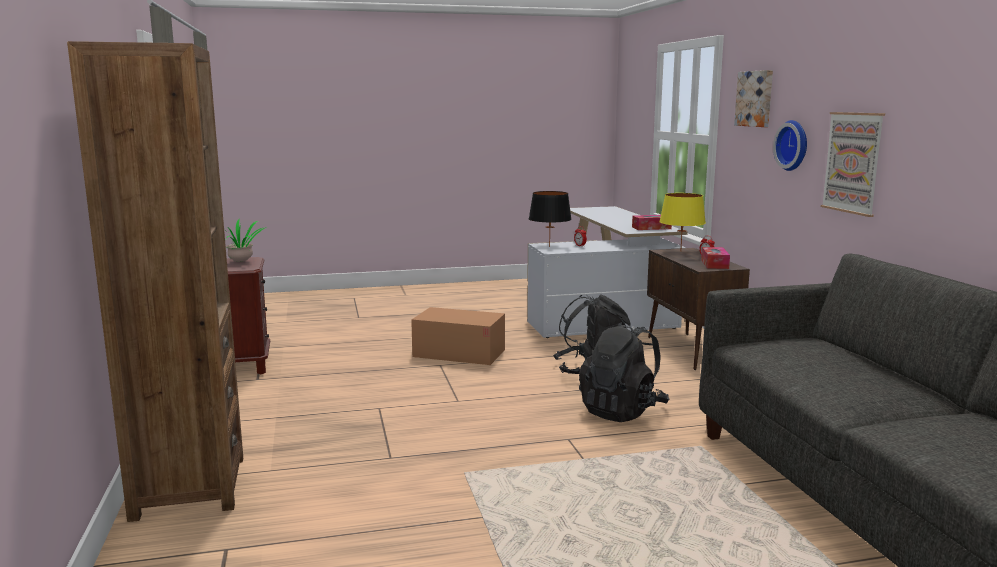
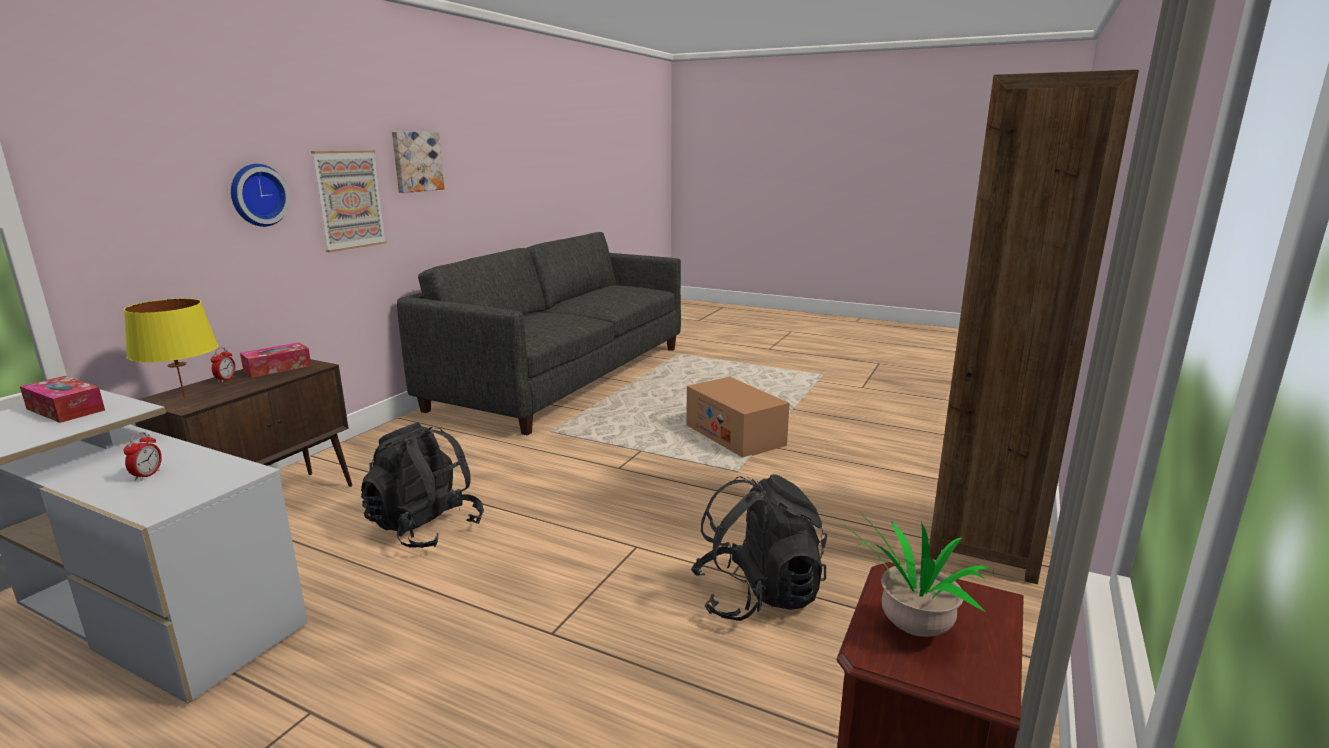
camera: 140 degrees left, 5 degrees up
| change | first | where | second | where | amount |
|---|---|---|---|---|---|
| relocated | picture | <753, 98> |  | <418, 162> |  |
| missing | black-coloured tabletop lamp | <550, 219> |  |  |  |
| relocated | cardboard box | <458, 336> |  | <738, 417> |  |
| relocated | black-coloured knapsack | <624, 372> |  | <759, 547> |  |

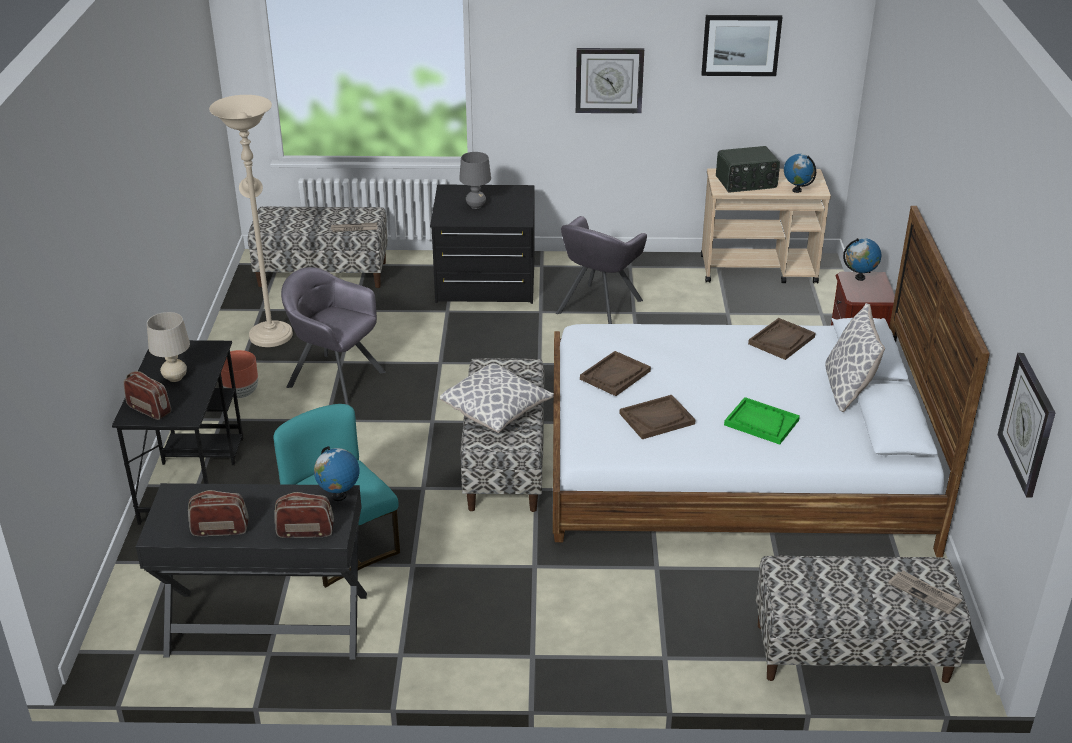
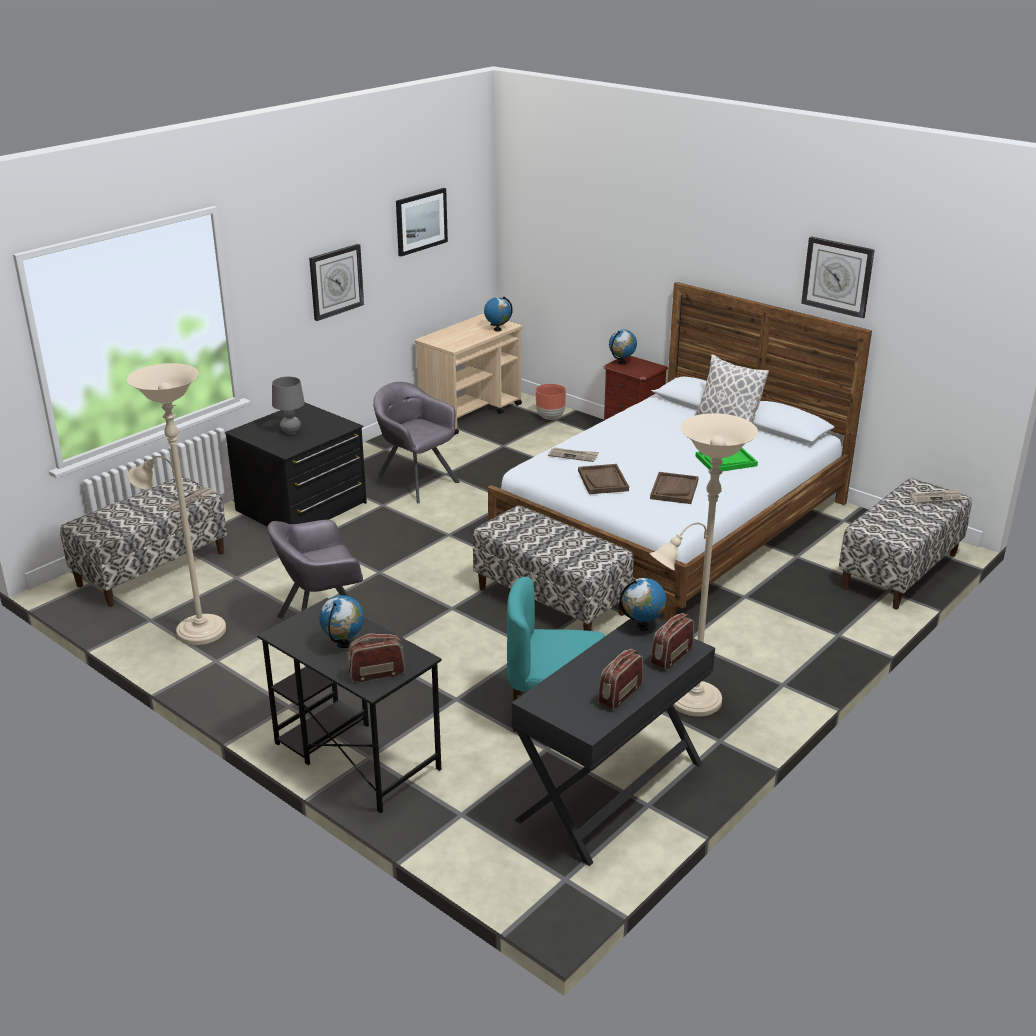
camera: 50 degrees left, 5 degrees down
| change | first | where | second | where | amount |
|---|---|---|---|---|---|
| missing | radio receiver | <748, 169> |  |  |  |
| spun | grey lounge chair | <601, 270> |  | <416, 442> | 150 degrees clockwise |
| exchanged | sand-coloured tabletop lamp | <168, 347> | globe | <341, 621> |  |
| missing | brown tray | <782, 339> |  |  |  |
| relocated | brown plant pot | <239, 374> |  | <551, 402> |  |
| relocated | wall clock | <1026, 425> |  | <838, 277> |  |
| missing | throw pillow | <497, 398> |  |  |  |
| appeared |  |  | sand-coloured standard lamp | <704, 565> |  |
| appeared |  |  | printed paper | <573, 454> |  |

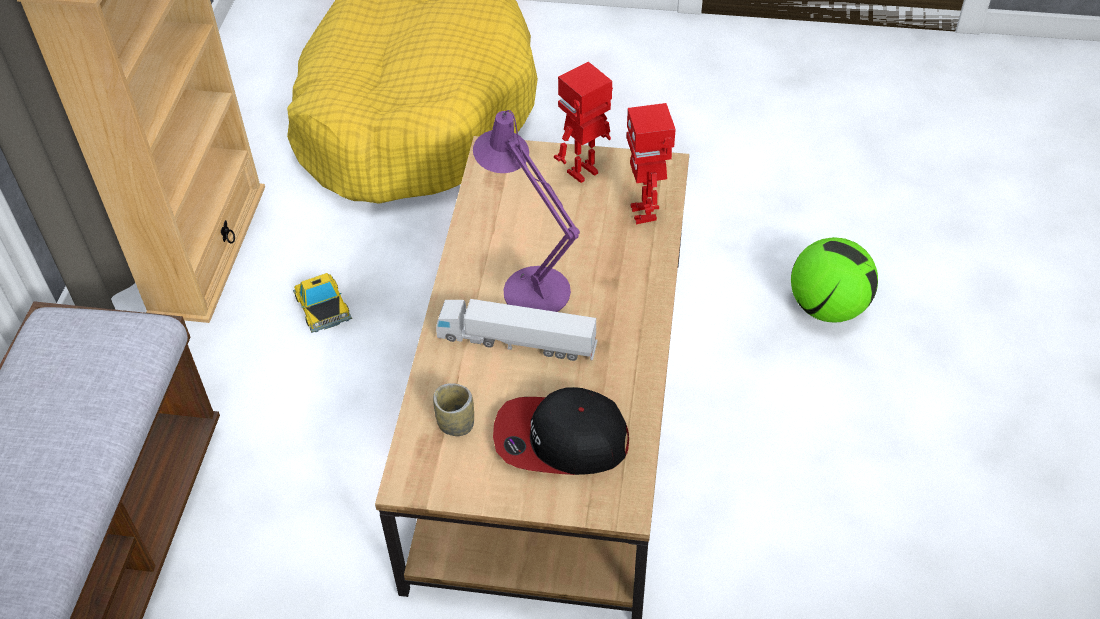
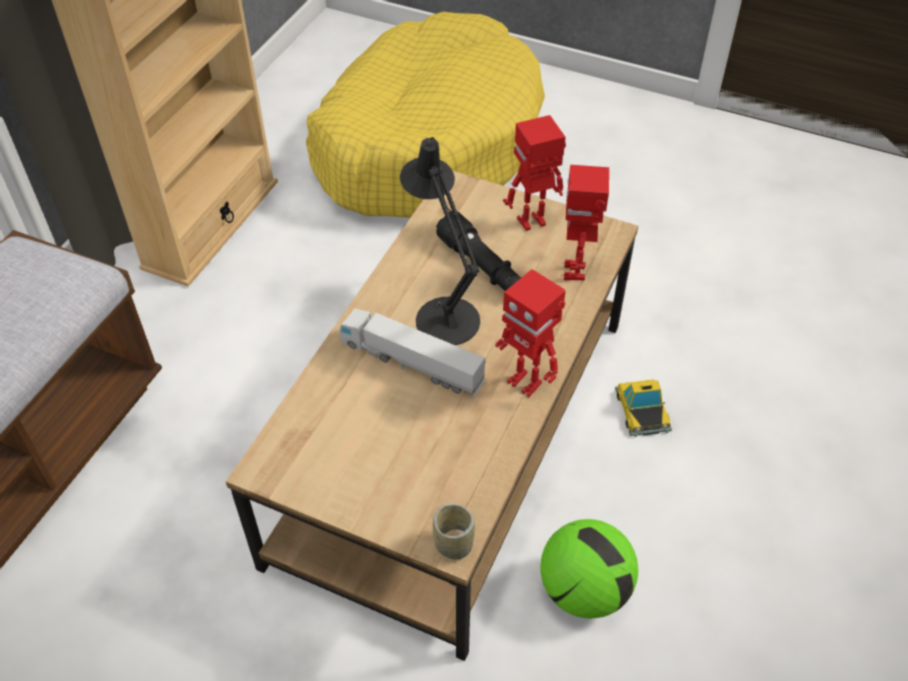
camera: 15 degrees right, 0 degrees up
| change | first | where | second | where | amount |
|---|---|---|---|---|---|
| colour | purple tabletop lamp | <526, 211> | black-coloured tabletop lamp | <440, 241> |  |
| relocated | football | <834, 279> |  | <589, 569> |  |
| relocated | model car | <322, 303> |  | <643, 408> |  |
| relocated | drinking cup | <453, 409> |  | <454, 531> |  |
| missing | peaked cap | <561, 431> |  |  |  |
| appeared |  |  | black-coloured hand torch | <478, 251> |  |
| appeared |  |  | model robot | <530, 333> |  |

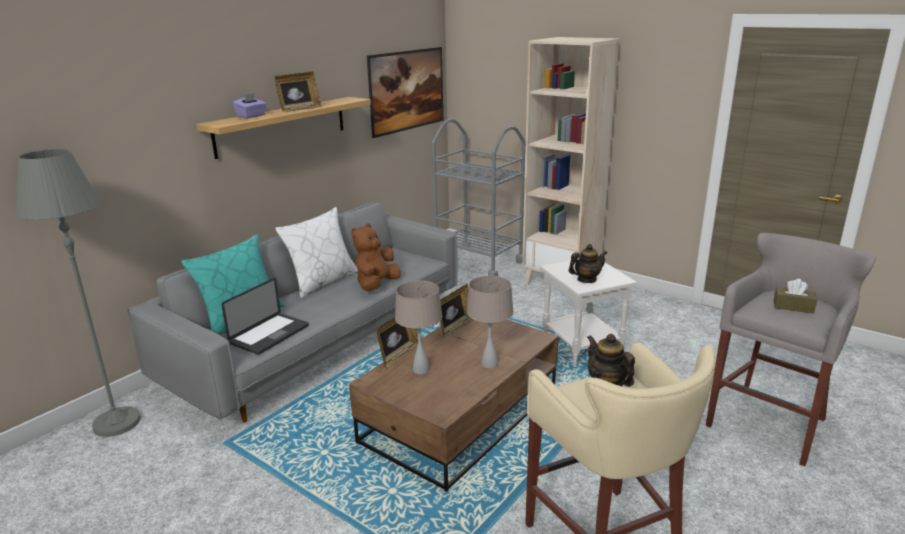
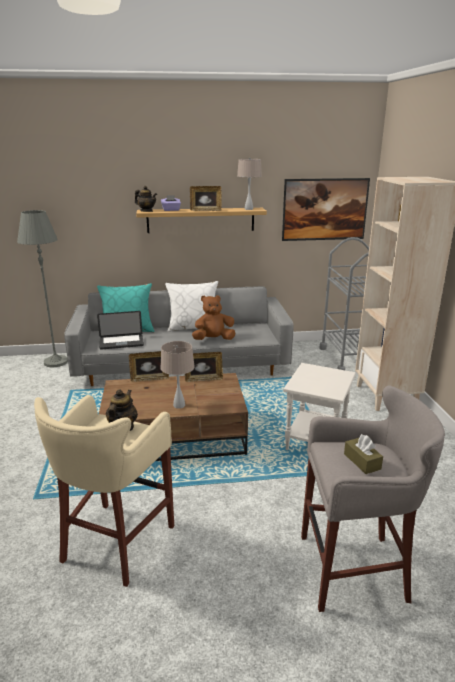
camera: 45 degrees right, 0 degrees up
| change | first | where | second | where | amount |
|---|---|---|---|---|---|
| relocated | pot for tea | <587, 263> |  | <146, 199> |  |
| relocated | sand-coloured tabletop lamp | <418, 327> |  | <249, 184> |  |

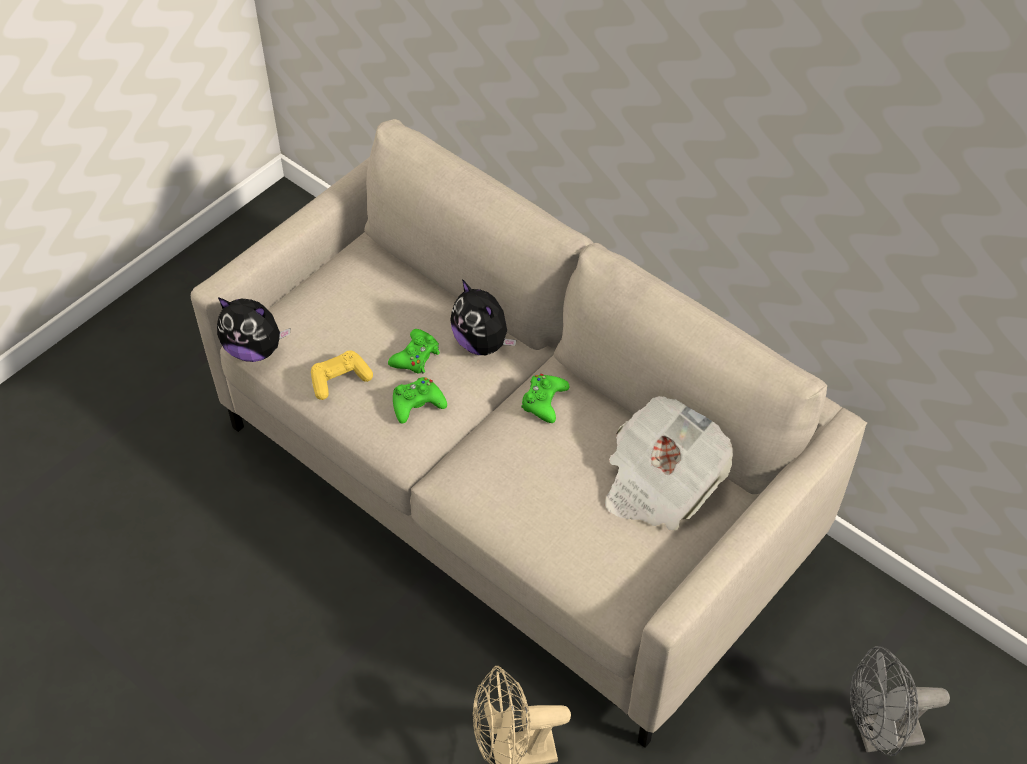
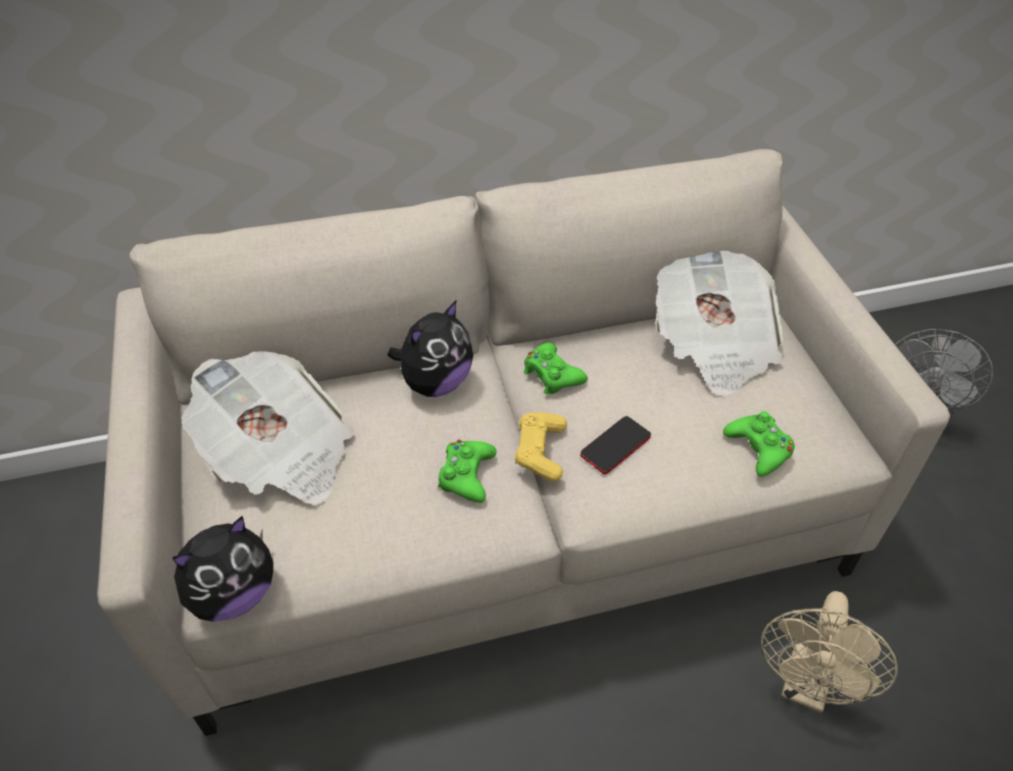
camera: 55 degrees left, 5 degrees down
| change | first | where | second | where | amount |
|---|---|---|---|---|---|
| spun | cuddly toy | <483, 317> |  | <430, 348> | 45 degrees counterclockwise |
| relocated | green-coloured gamepad | <414, 351> |  | <759, 444> |  |
| relocated | yellow-coloured gamepad | <342, 375> |  | <541, 447> |  |
| appeared |  |  | printed paper | <267, 428> |  |
| appeared |  |  | telephone | <615, 445> |  |

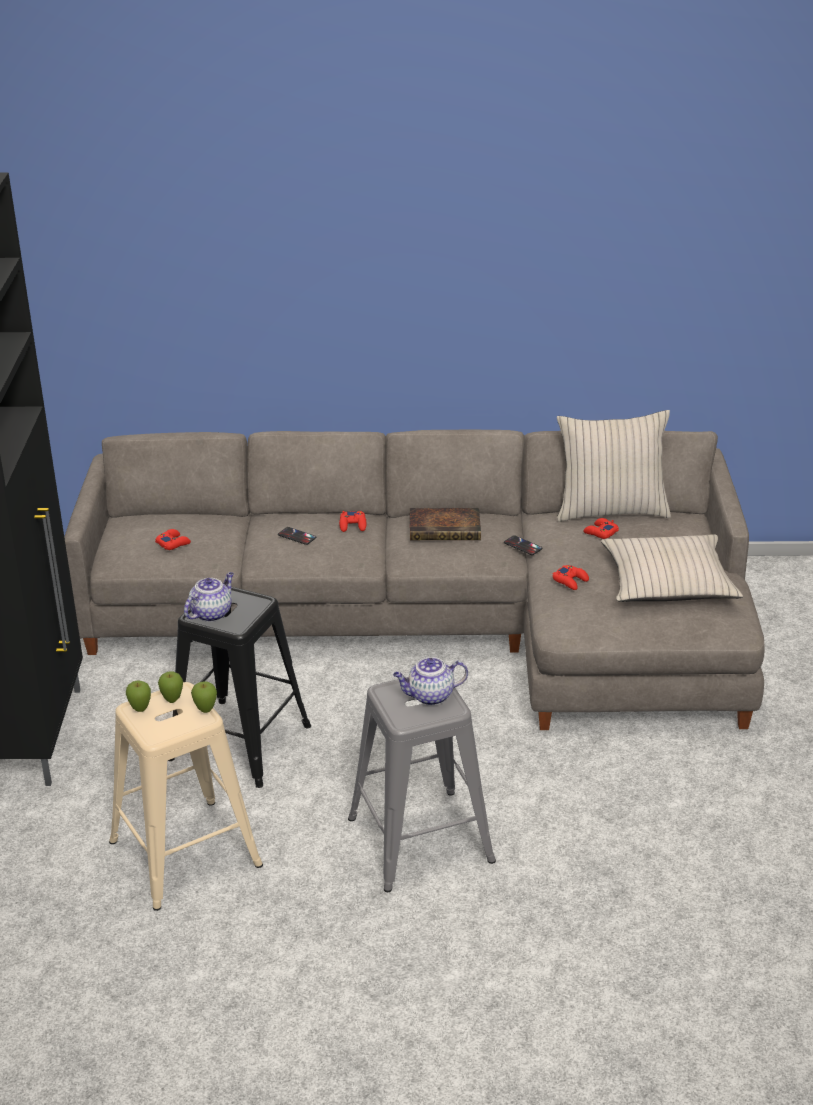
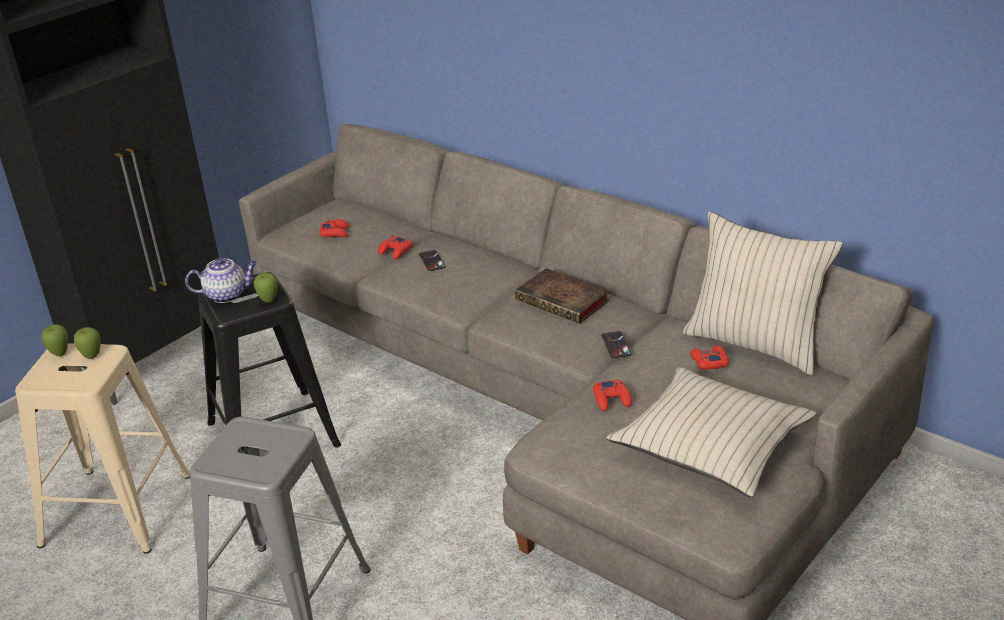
camera: 40 degrees right, 0 degrees up
| change | first | where | second | where | amount |
|---|---|---|---|---|---|
| relocated | red-coloured gamepad | <352, 521> |  | <395, 247> |  |
| missing | pot for tea | <430, 681> |  |  |  |
| relocated | whole apple | <204, 697> |  | <265, 287> |  |

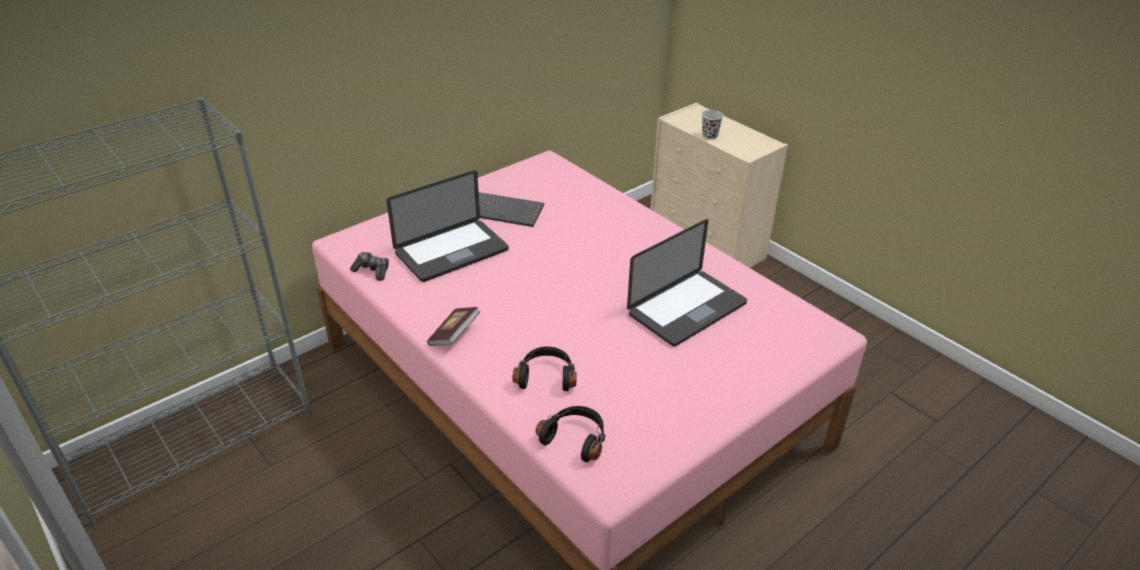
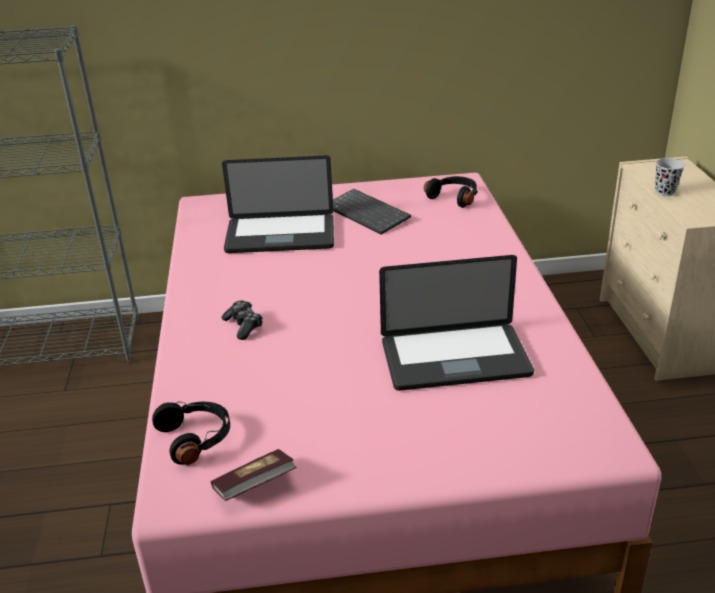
camera: 35 degrees right, 5 degrees down
| change | first | where | second | where | amount |
|---|---|---|---|---|---|
| relocated | gamepad | <369, 266> |  | <242, 320> |  |
| relocated | bound book | <453, 326> |  | <254, 475> |  |
| relocated | black-coloured headphones | <544, 368> |  | <451, 192> |  |

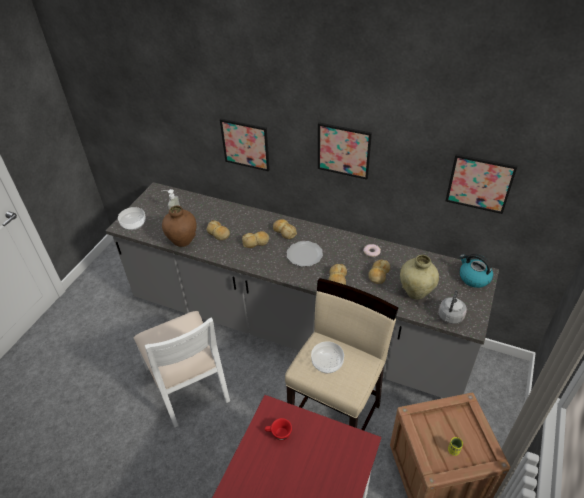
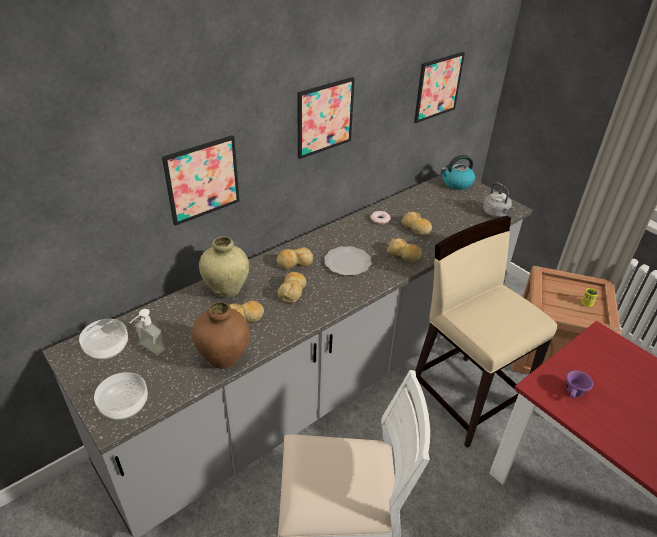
camera: 65 degrees left, 5 degrees down
| change | first | where | second | where | amount |
|---|---|---|---|---|---|
| relocated | sand-coloured decorative vase | <419, 277> |  | <224, 267> |  |
| relocated | bowl | <327, 357> |  | <103, 339> |  |
| colour | red-coloured drinking cup | <278, 429> | purple drinking cup | <579, 384> |  |

